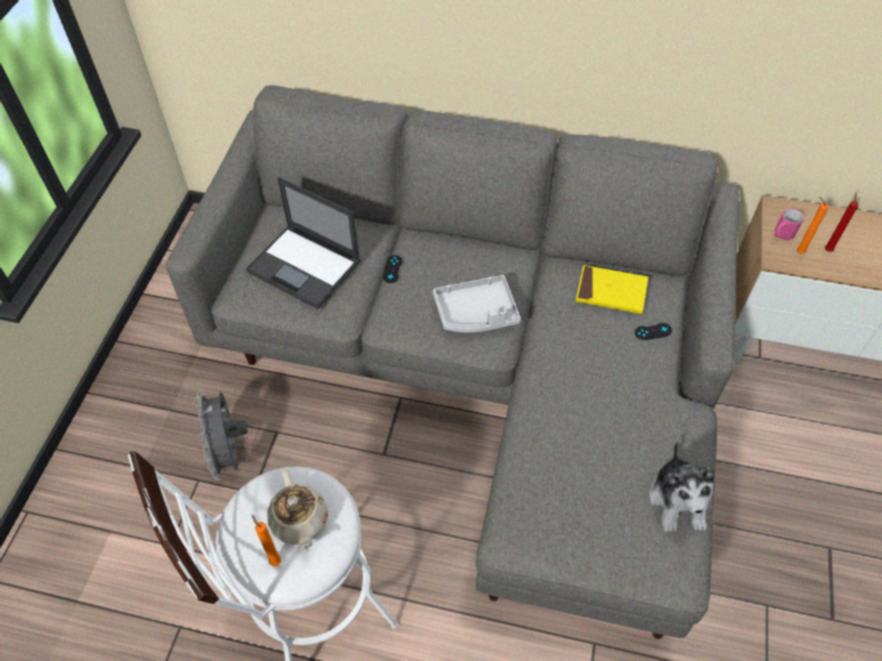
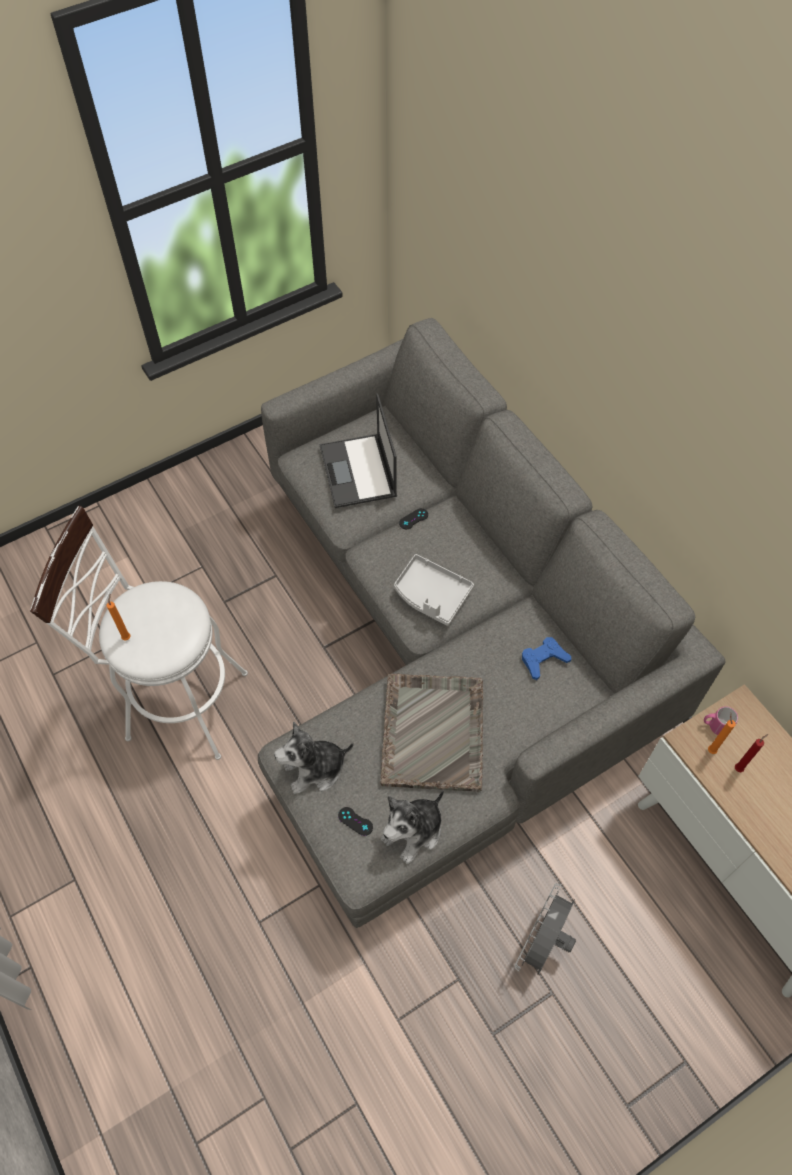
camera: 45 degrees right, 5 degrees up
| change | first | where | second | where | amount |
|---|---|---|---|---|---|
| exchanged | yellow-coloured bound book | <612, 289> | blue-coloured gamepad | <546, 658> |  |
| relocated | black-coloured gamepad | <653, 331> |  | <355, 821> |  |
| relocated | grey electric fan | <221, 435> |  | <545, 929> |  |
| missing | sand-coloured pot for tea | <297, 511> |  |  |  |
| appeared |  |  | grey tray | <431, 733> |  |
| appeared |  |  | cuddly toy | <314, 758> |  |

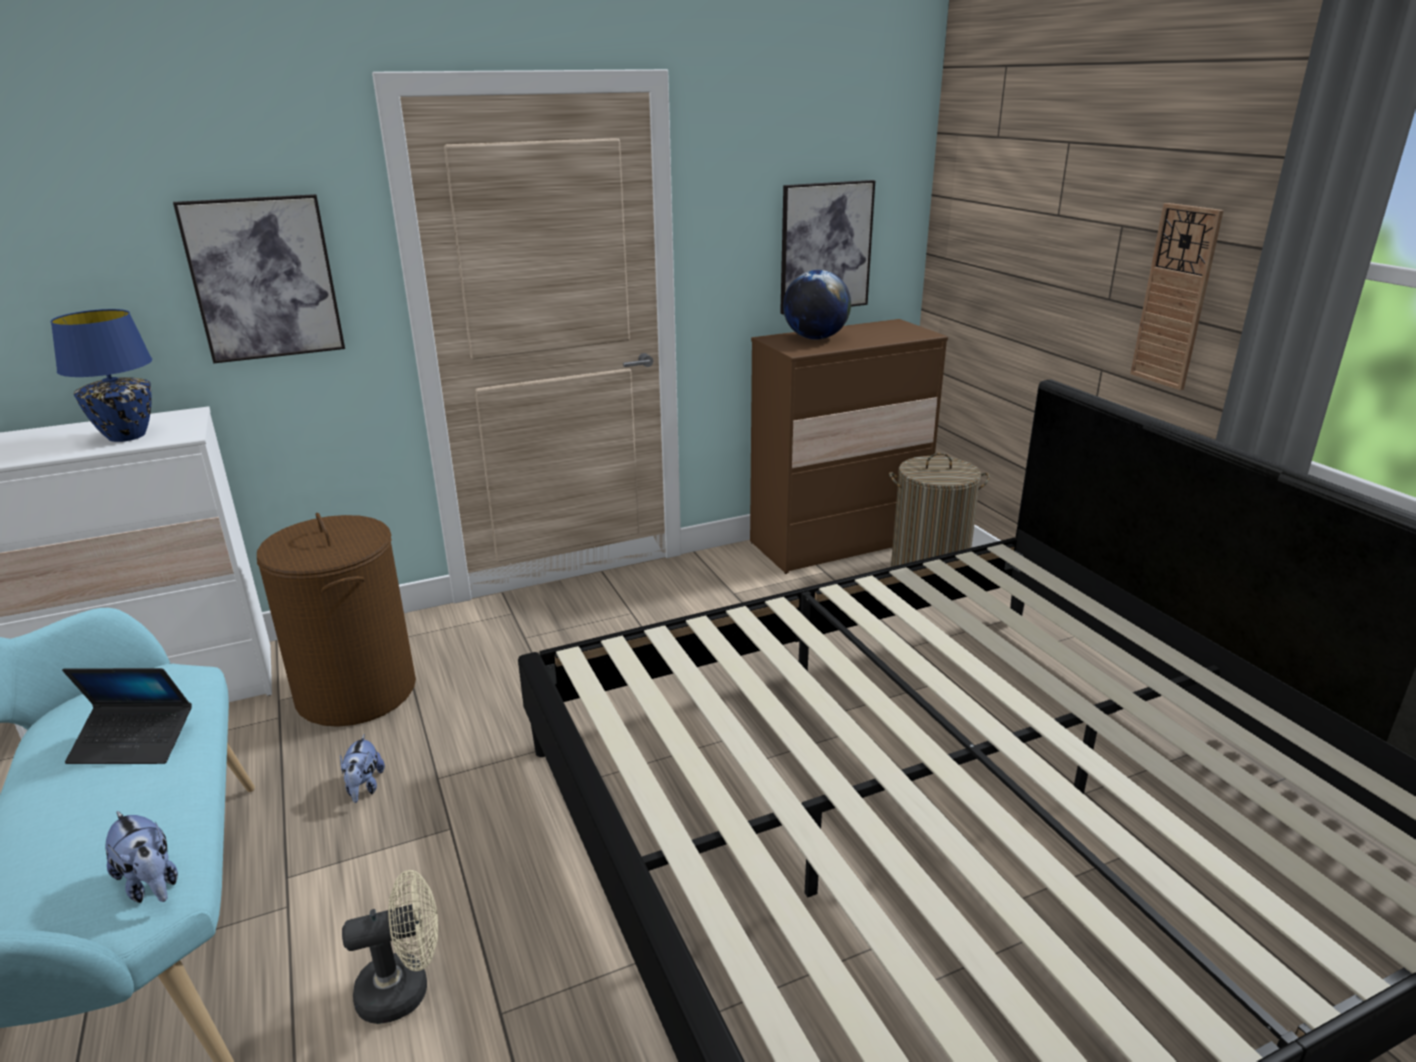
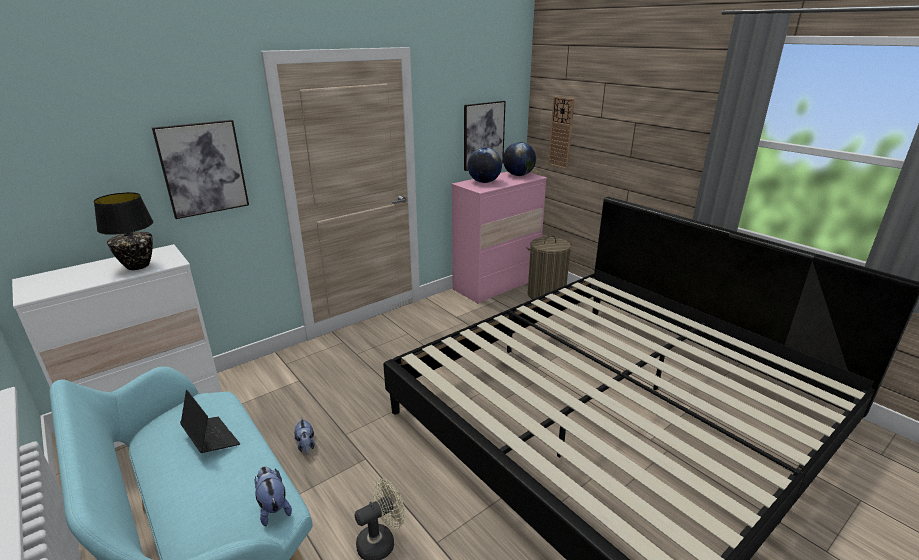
camera: 15 degrees left, 0 degrees up
| change | first | where | second | where | amount |
|---|---|---|---|---|---|
| relocated | wall clock | <1177, 296> |  | <561, 132> |  |
| colour | blue-coloured tabletop lamp | <101, 375> | black-coloured tabletop lamp | <123, 231> |  |
| colour | brown dresser | <849, 446> | pink-coloured dresser | <499, 238> |  |
| missing | brown washing basket | <336, 620> |  |  |  |
| spun | portable computer | <127, 716> |  | <210, 421> | 120 degrees counterclockwise |
| spun | cuddly toy | <141, 857> |  | <273, 496> | 150 degrees counterclockwise |
| appeared |  |  | globe | <519, 159> |  |

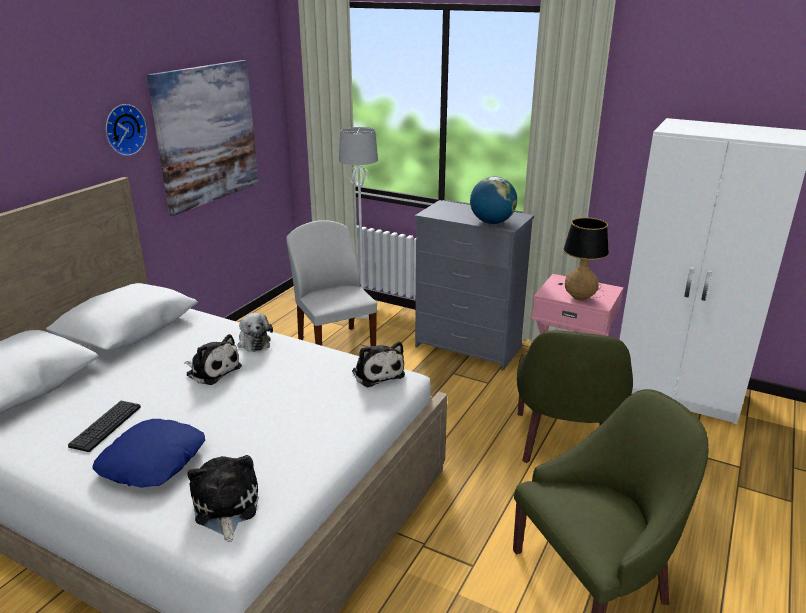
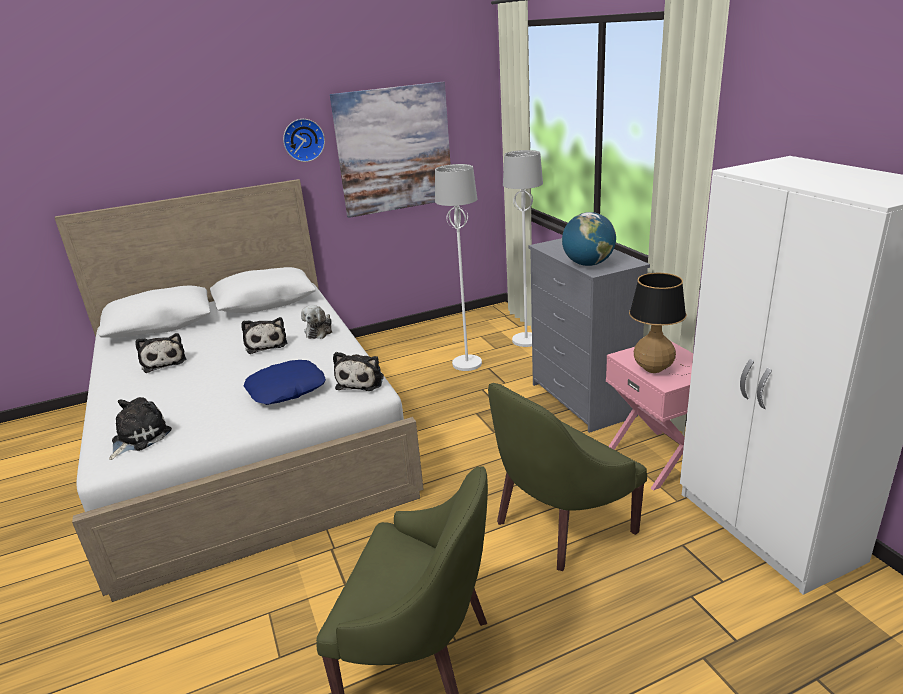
camera: 40 degrees right, 0 degrees up
| change | first | where | second | where | amount |
|---|---|---|---|---|---|
| exchanged | white plain chair | <331, 283> | white standard lamp | <458, 267> |  |
| exchanged | PC keyboard | <104, 426> | cuddly toy | <160, 353> |  |
| relocated | blue-coloured throw pillow | <148, 453> |  | <285, 382> |  |

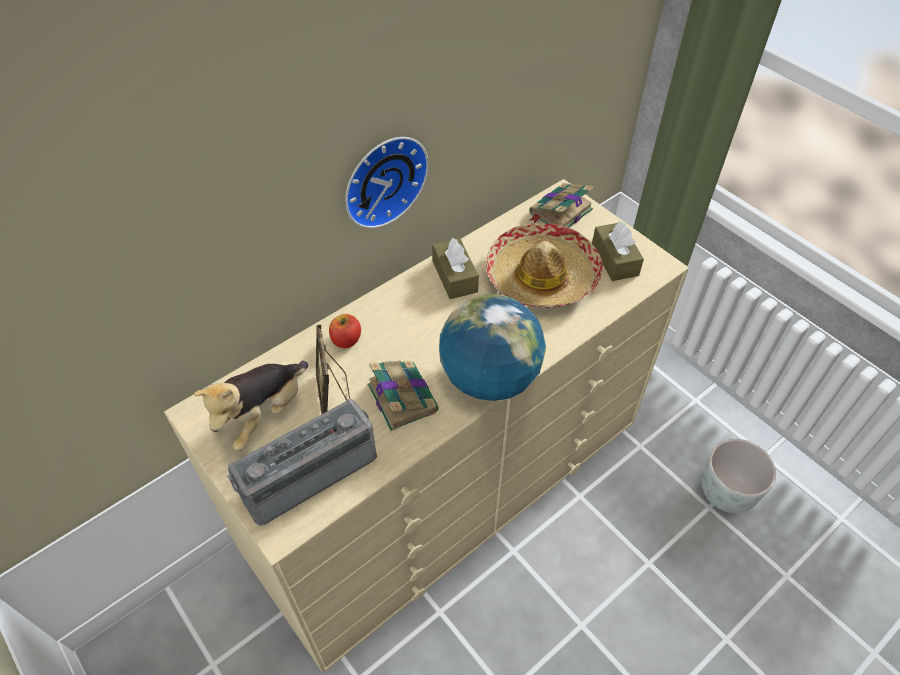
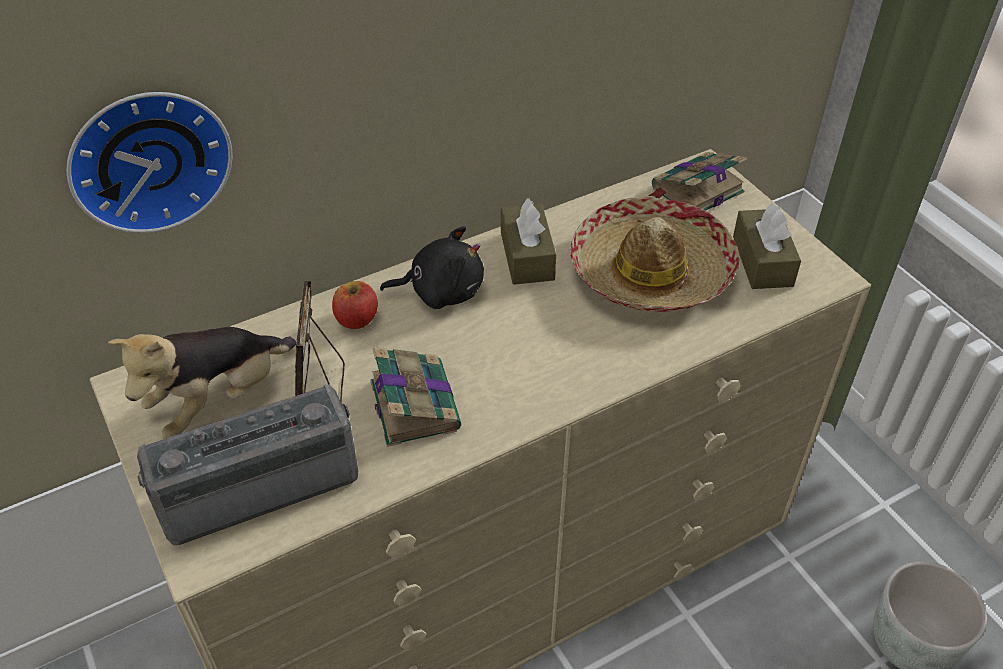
camera: 10 degrees right, 5 degrees down
| change | first | where | second | where | amount |
|---|---|---|---|---|---|
| relocated | wall clock | <387, 182> |  | <149, 162> |  |
| missing | globe | <492, 347> |  |  |  |
| appeared |  |  | black-coloured cuddly toy | <432, 267> |  |

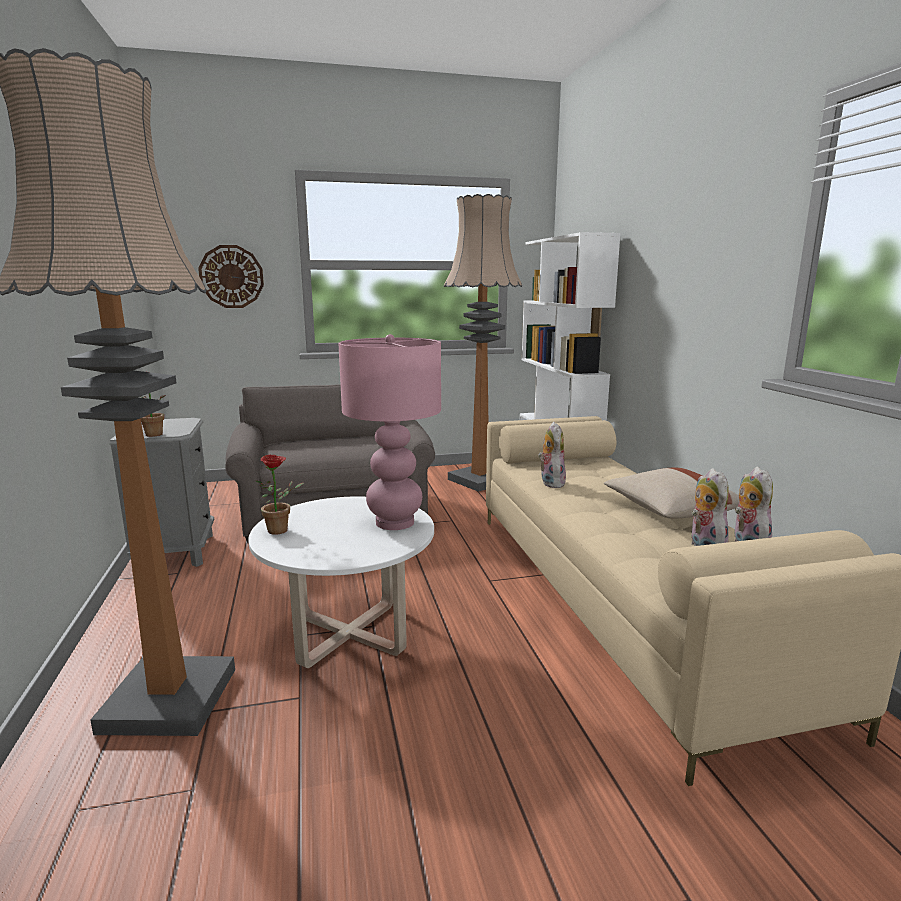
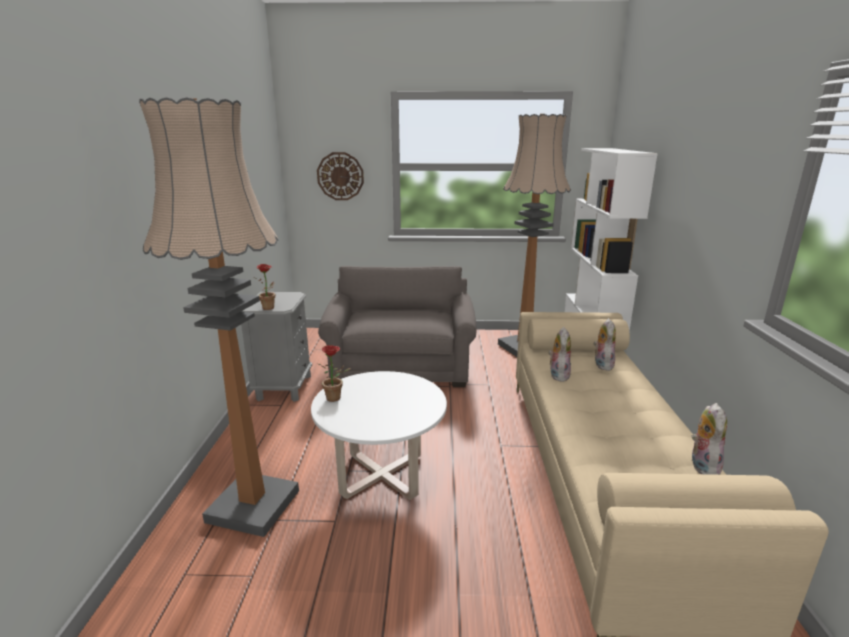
camera: 15 degrees right, 5 degrees up
| change | first | where | second | where | amount |
|---|---|---|---|---|---|
| missing | pink-coloured tabletop lamp | <389, 432> |  |  |  |
| missing | sand-coloured throw pillow | <671, 492> |  |  |  |
| relocated | cuddly toy | <710, 507> |  | <605, 344> |  |

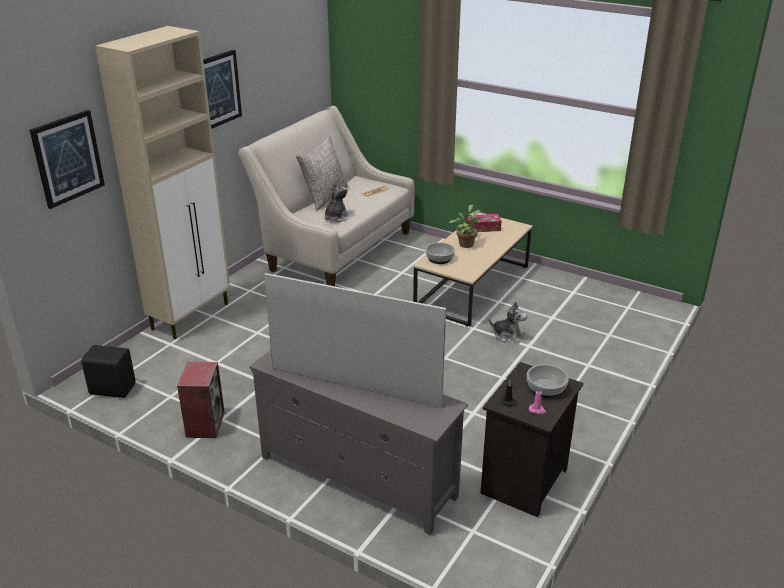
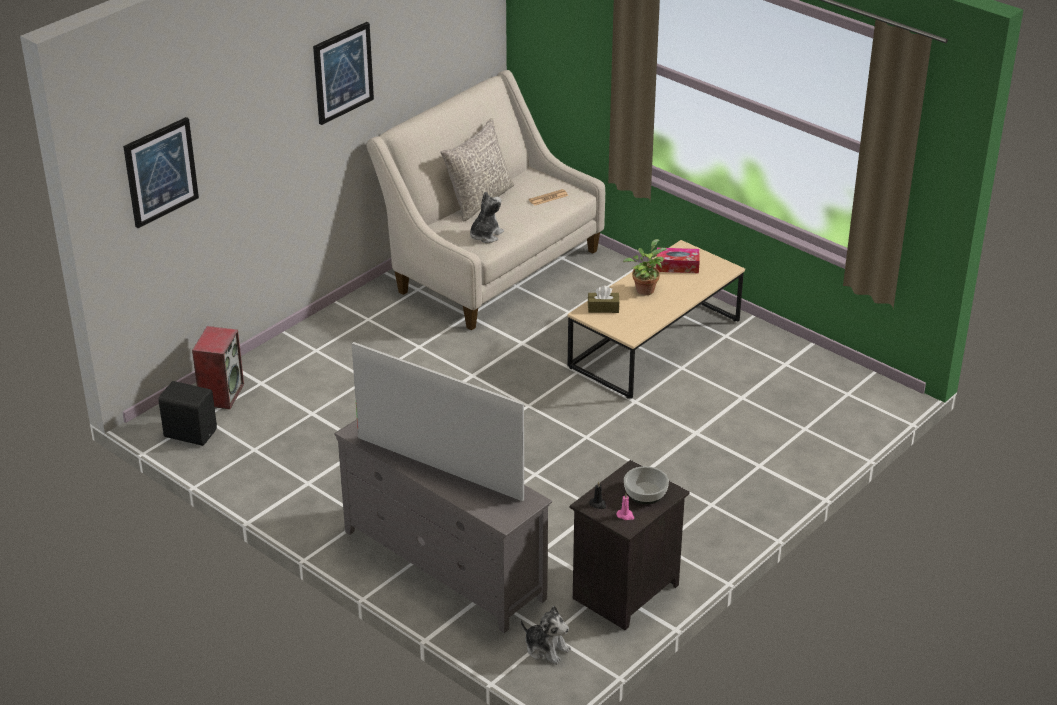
camera: 10 degrees right, 5 degrees up
| change | first | where | second | where | amount |
|---|---|---|---|---|---|
| missing | sand-coloured cupboard | <162, 182> |  |  |  |
| exchanged | bowl | <440, 253> | brown tissue box | <603, 299> |  |
| relocated | cuddly toy | <508, 322> |  | <546, 635> |  |
| relocated | audio speaker | <201, 400> |  | <218, 367> |  |

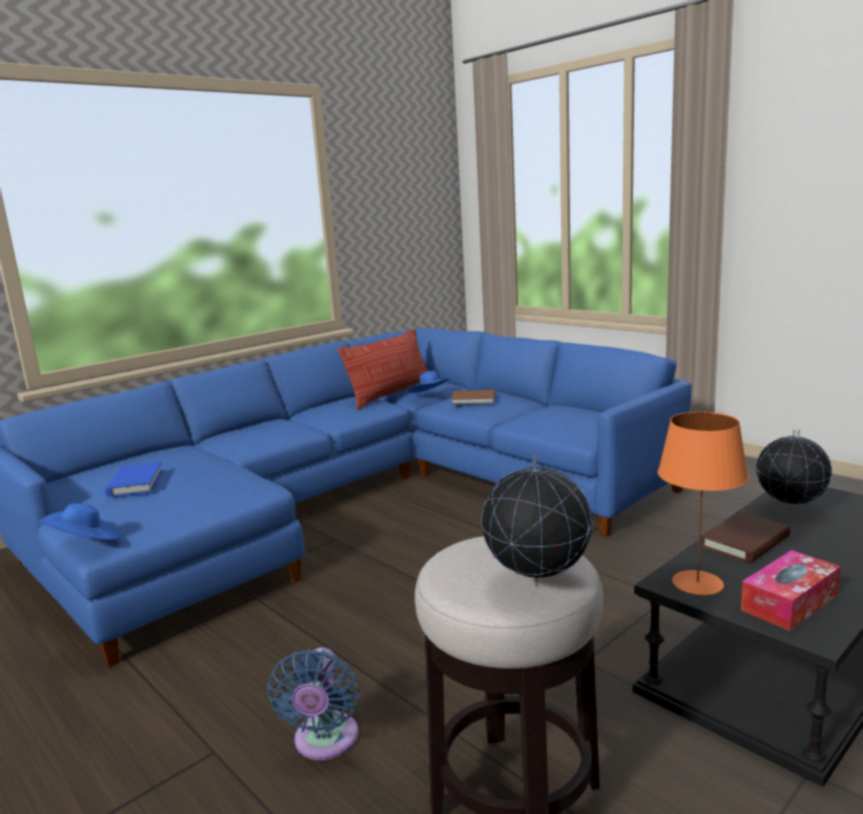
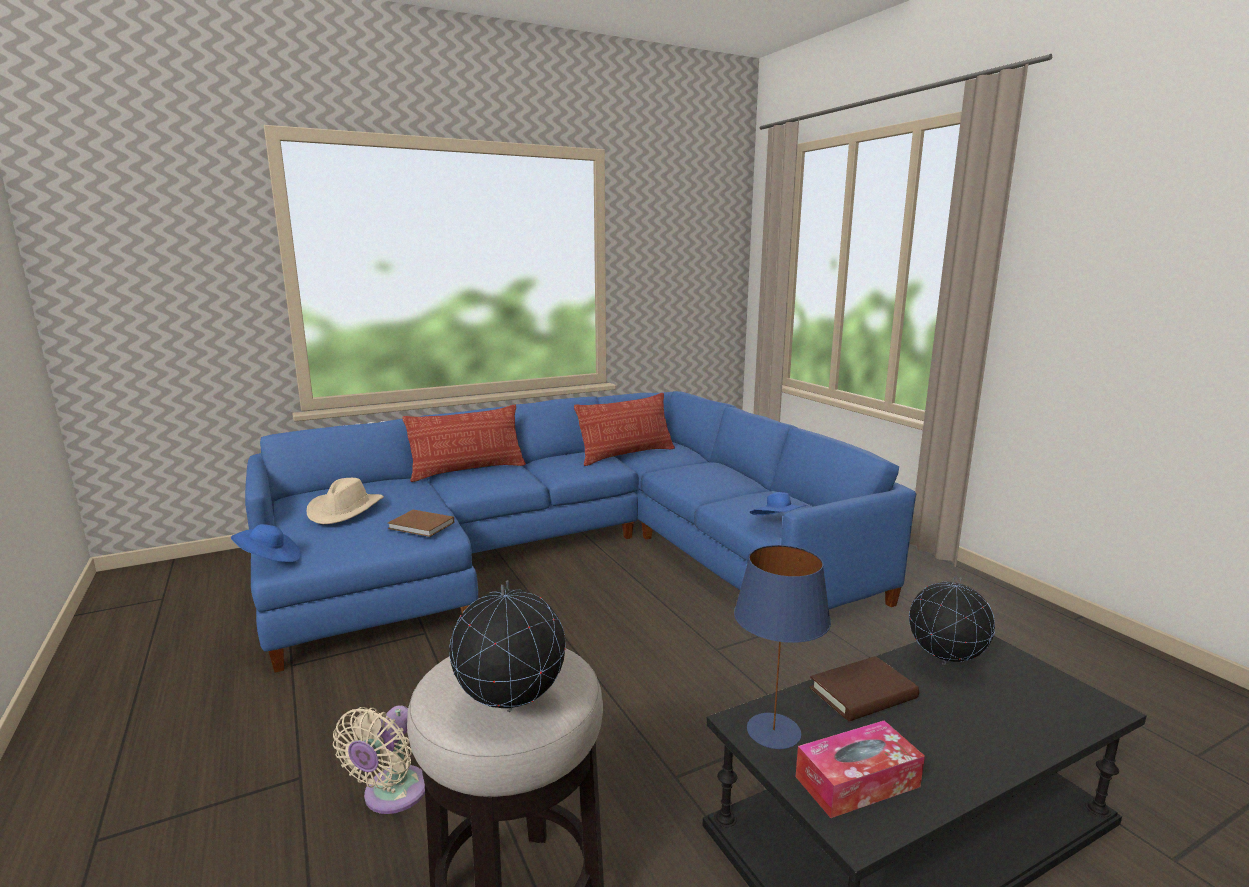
camera: 15 degrees right, 0 degrees up
| change | first | where | second | where | amount |
|---|---|---|---|---|---|
| relocated | blue-coloured hat | <429, 382> |  | <778, 503> |  |
| relocated | brown bound book | <473, 397> |  | <421, 523> |  |
| colour | orangey tabletop lamp | <703, 503> | blue-coloured tabletop lamp | <782, 647> |  |
| exchanged | blue-coloured bound book | <134, 479> | sand-coloured hat | <345, 501> |  |
| colour | blue-coloured electric fan | <313, 703> | sand-coloured electric fan | <379, 759> |  |
| appeared |  |  | throw pillow | <464, 443> |  |

